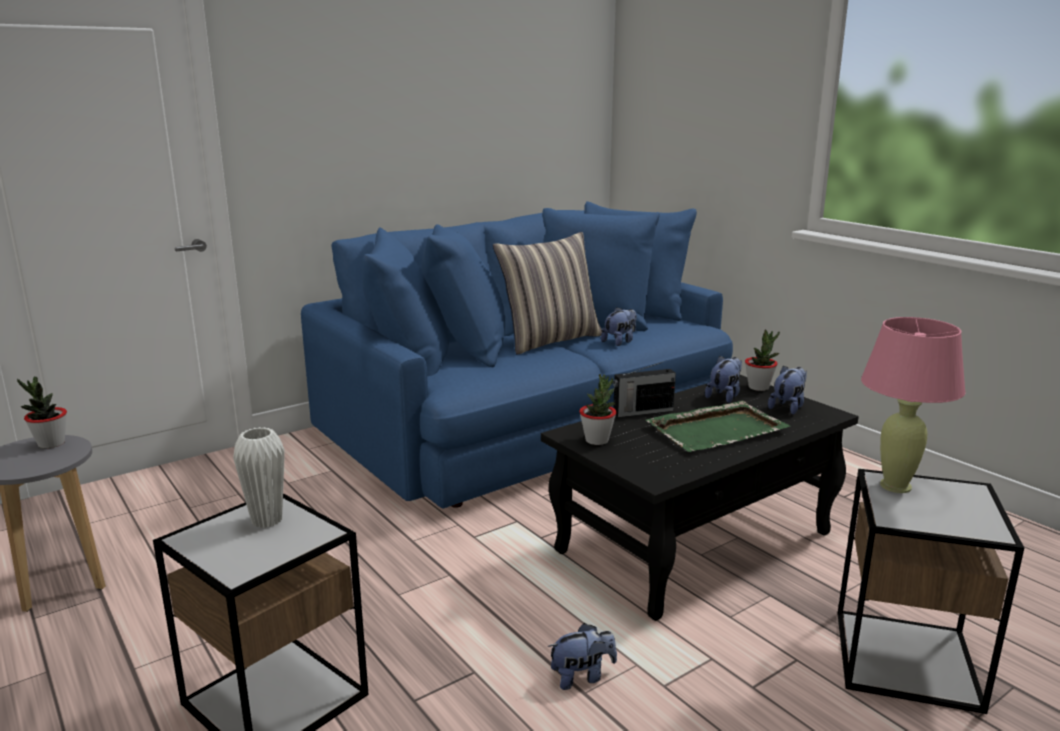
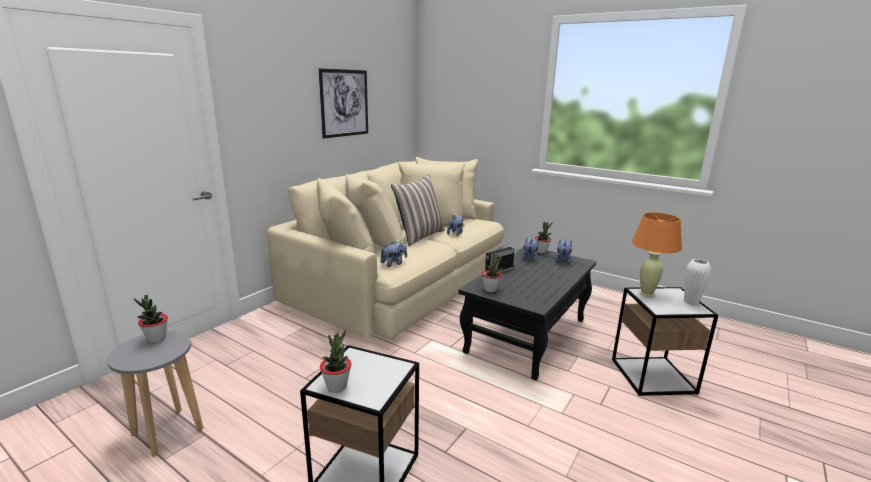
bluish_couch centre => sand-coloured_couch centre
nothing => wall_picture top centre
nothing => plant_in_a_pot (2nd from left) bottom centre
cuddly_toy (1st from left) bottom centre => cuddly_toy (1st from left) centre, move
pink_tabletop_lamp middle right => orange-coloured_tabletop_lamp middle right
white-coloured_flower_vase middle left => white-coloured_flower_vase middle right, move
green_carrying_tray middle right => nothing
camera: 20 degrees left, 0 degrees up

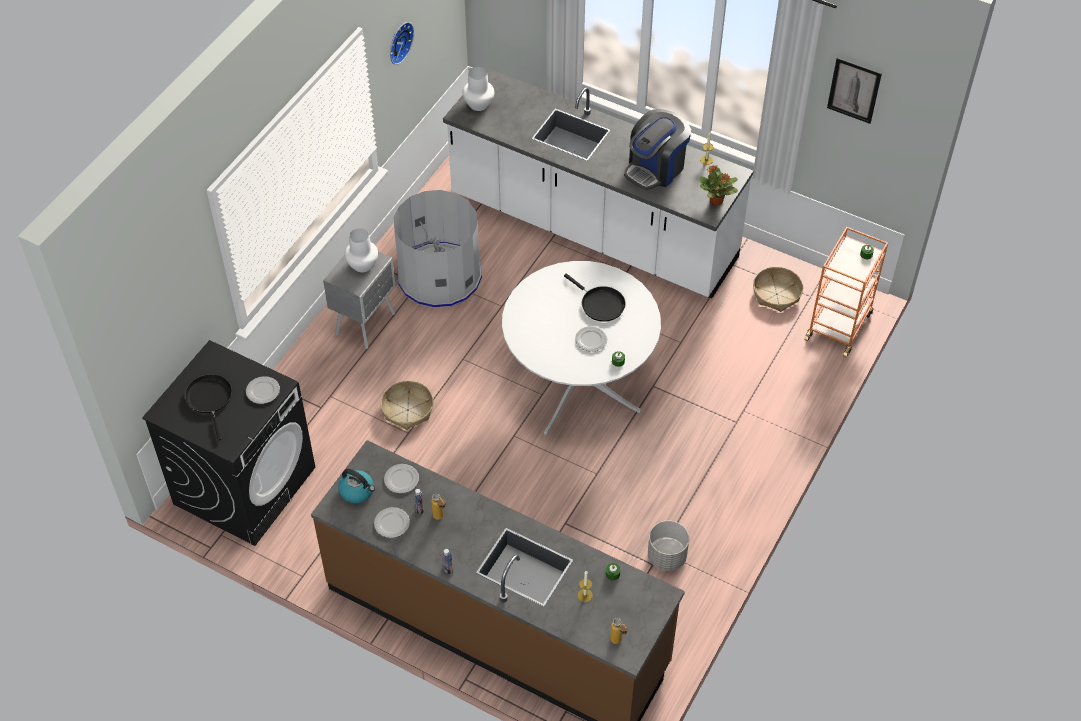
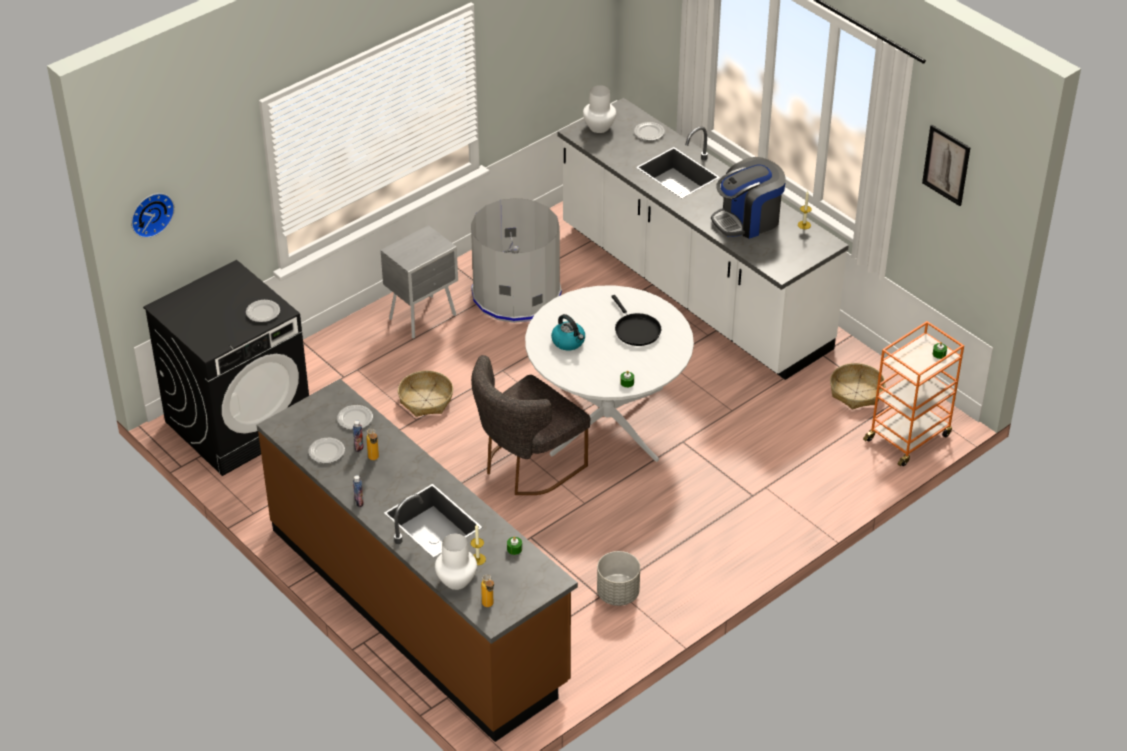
wall_clock top centre => wall_clock top left, move
white-coloured_flower_vase (1st from left) centre => white-coloured_flower_vase (1st from left) bottom centre, move
nothing => gray_chair centre
tea_kettle bottom left => tea_kettle centre, move
dinner_plate (4th from left) centre => dinner_plate (4th from left) top centre, move
blackish_pan (1st from left) middle left => nothing
plant_in_a_pot top centre => nothing
camera: 20 degrees right, 10 degrees down

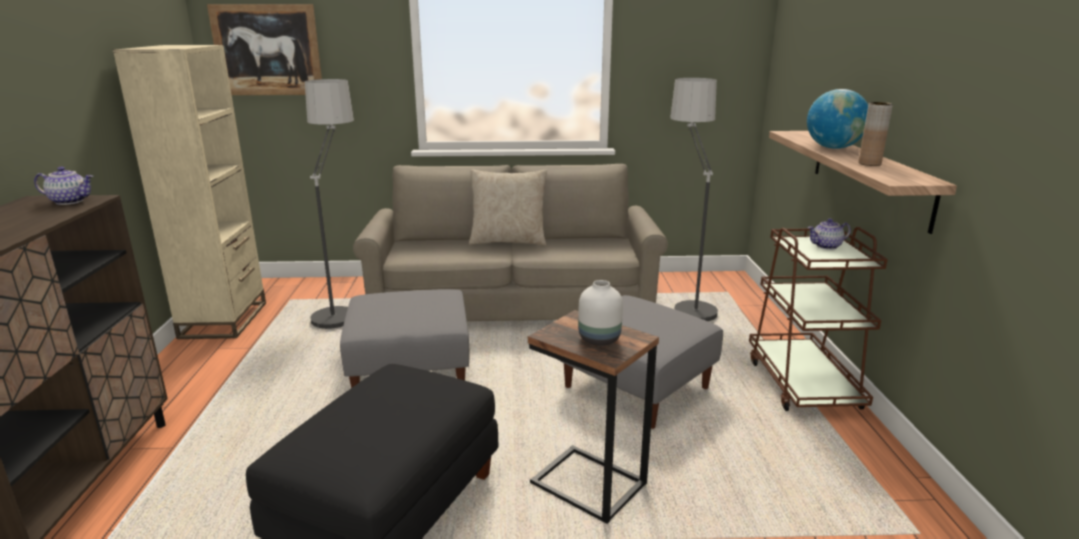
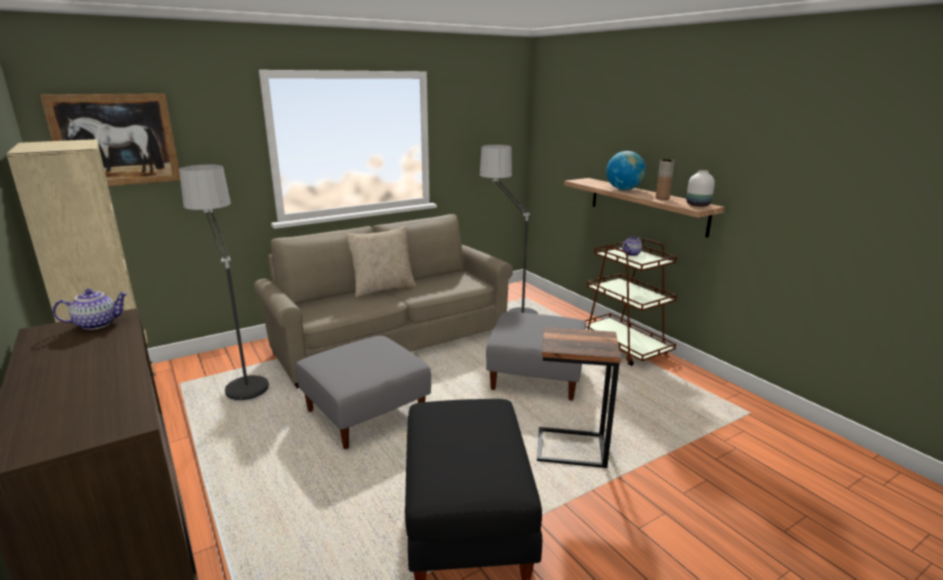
white-coloured_flower_vase centre => white-coloured_flower_vase top right, move
camera: 30 degrees left, 0 degrees up

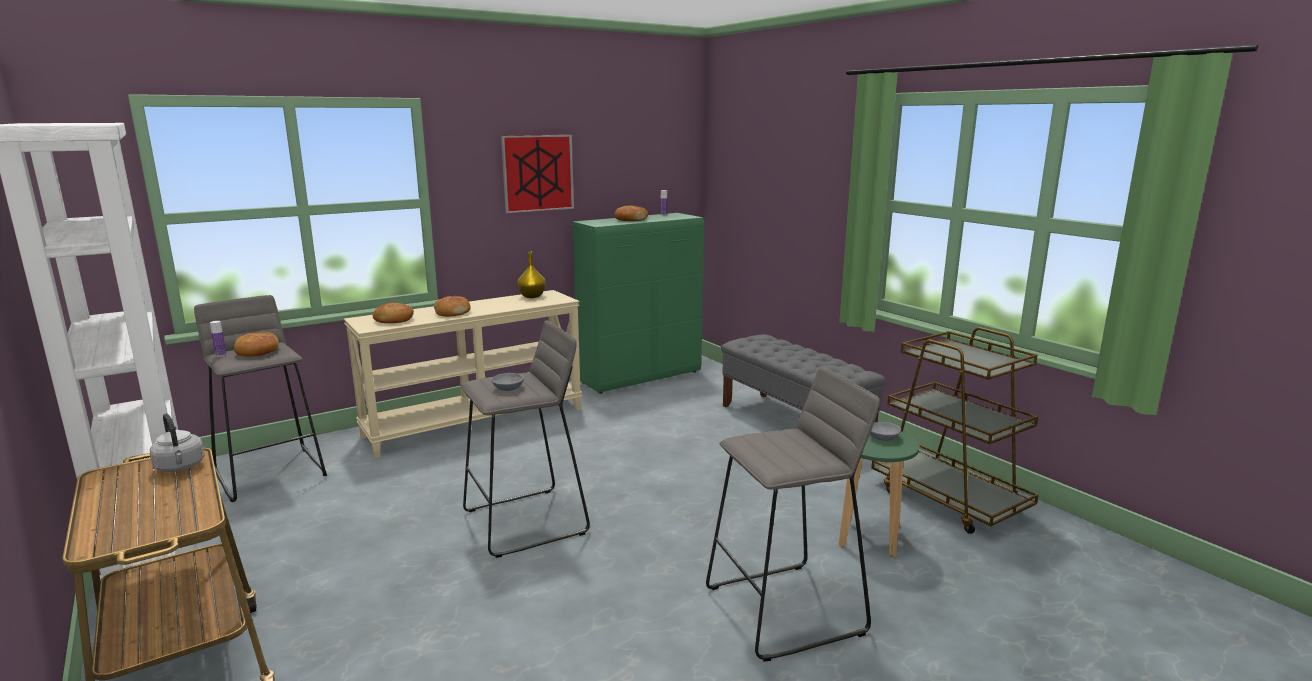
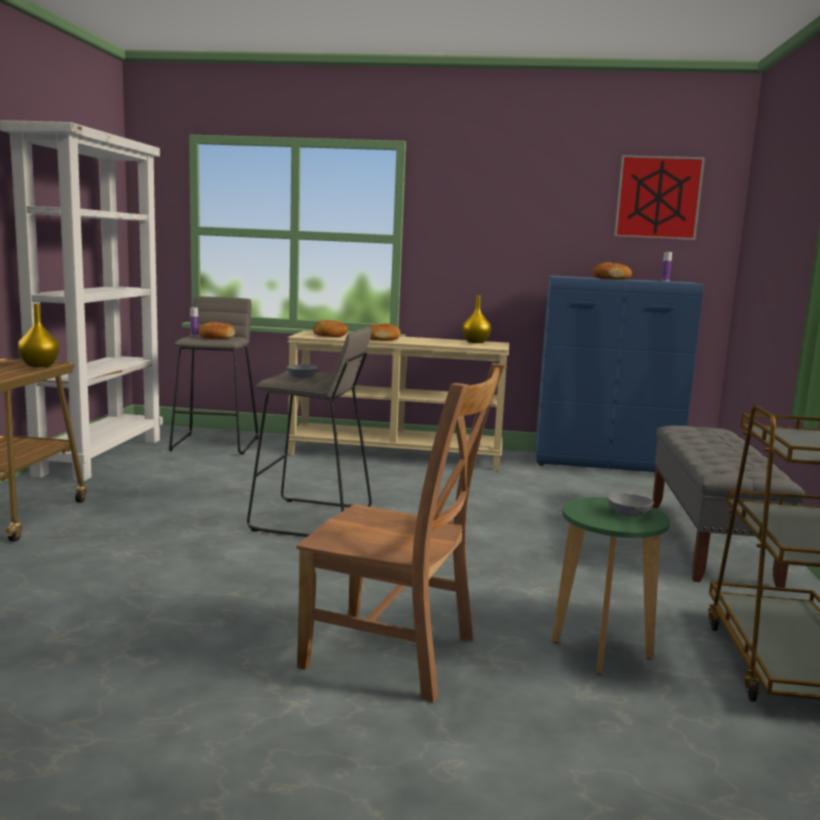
gray_tea_kettle middle left => yellow_flower_vase (1st from left) middle left
gray_sitting_stool (3rd from left) bottom centre => brown-coloured_chair centre
green_cabinet centre => bluish_cabinet middle right
wall_picture top centre => wall_picture top right, move
camera: 40 degrees right, 5 degrees down

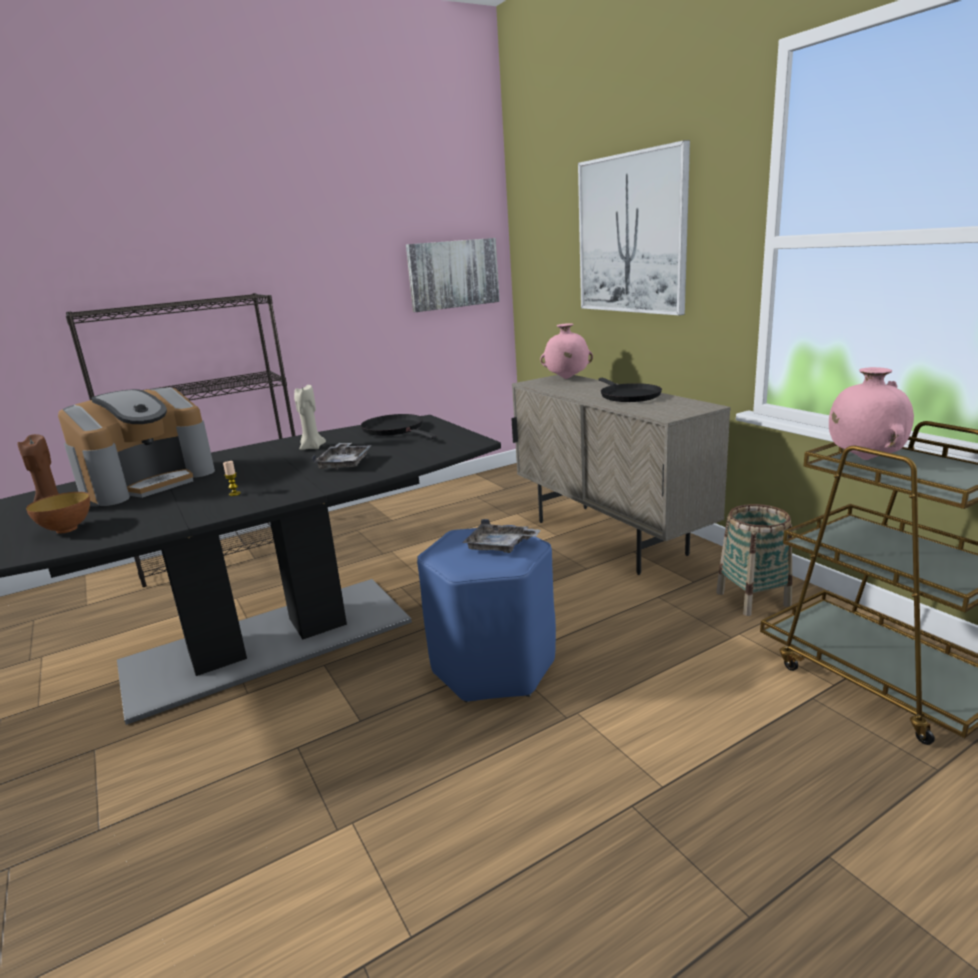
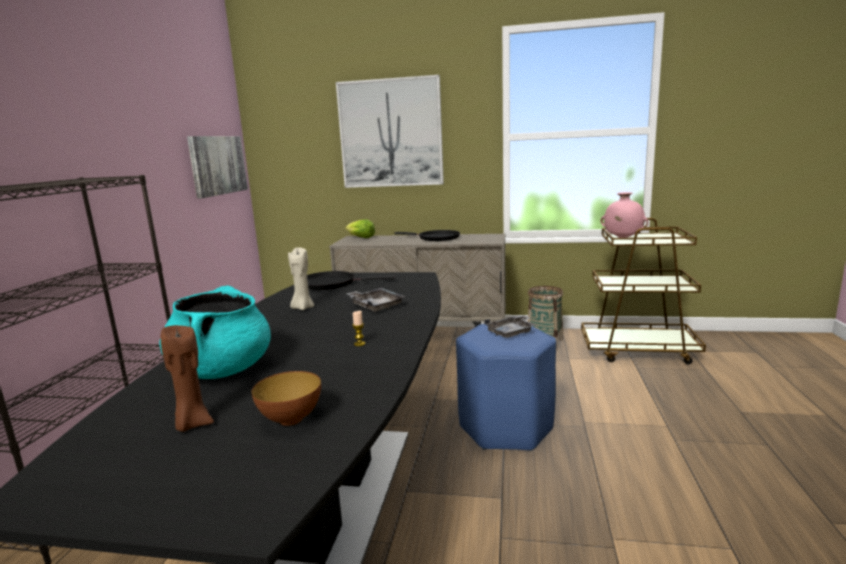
coffee_machine middle left => turquoise_cooking_pot middle left
pink_flower_vase (1st from left) centre => head_of_lettuce centre
camera: 50 degrees left, 5 degrees down

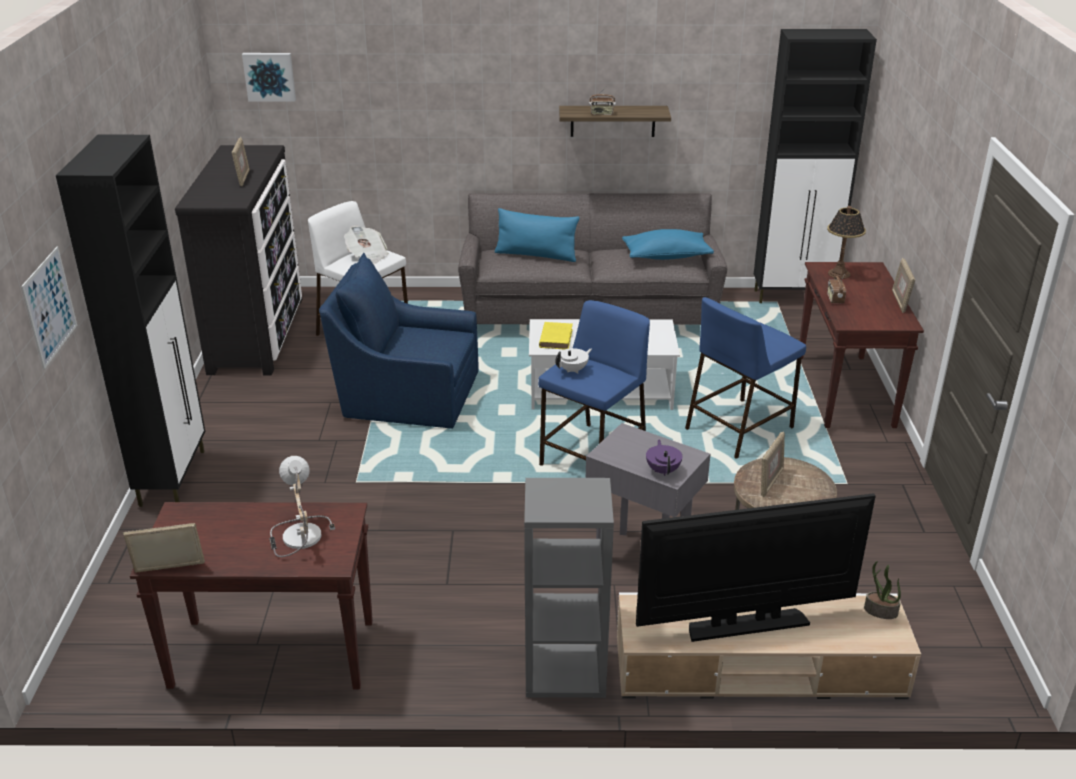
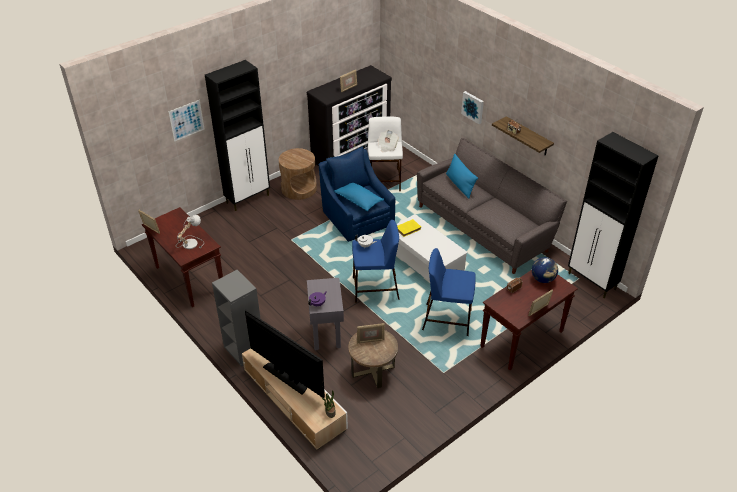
nothing => brown-coloured_side_table (1st from left) centre
bluish_throw_pillow (2nd from left in the first image) top centre => bluish_throw_pillow (1st from left) centre, move
wall_picture (2nd from left) top left => wall_picture (2nd from left) top centre, move
tabletop_lamp (2nd from left) top right => world_globe middle right
camera: 50 degrees right, 10 degrees up

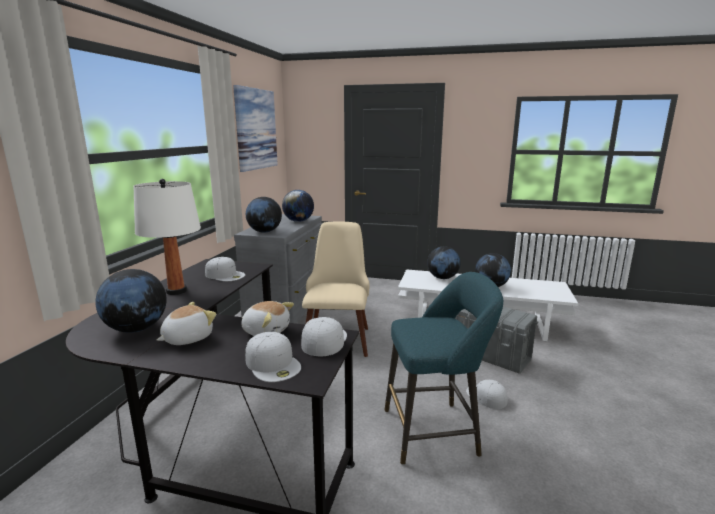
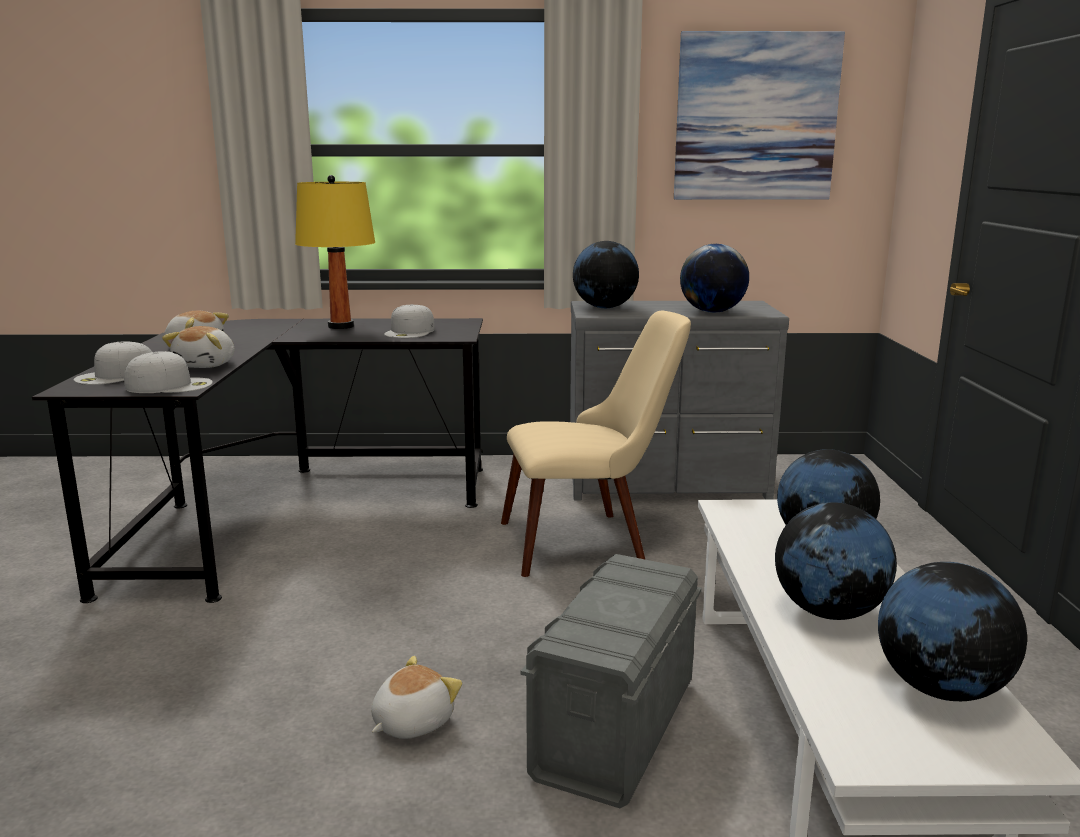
white-coloured_tabletop_lamp middle left => yellow_tabletop_lamp top left
white-coloured_baseball_cap (4th from left) bottom right => cuddly_toy (3rd from left) bottom centre
world_globe (1st from left in the first image) middle left => world_globe (5th from left) bottom right, move
turquoise_sitting_stool bottom centre => nothing
camera: 75 degrees right, 0 degrees up

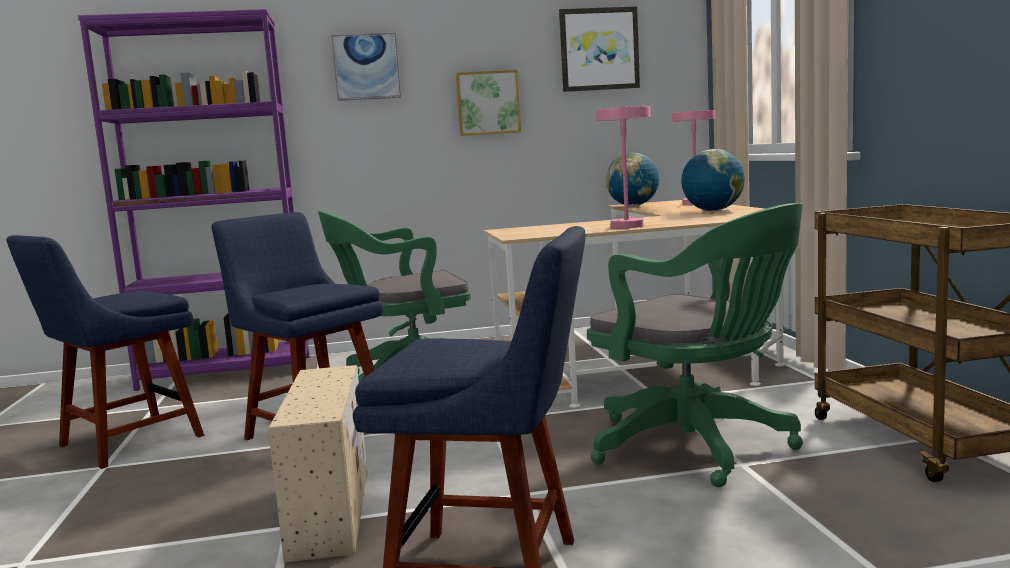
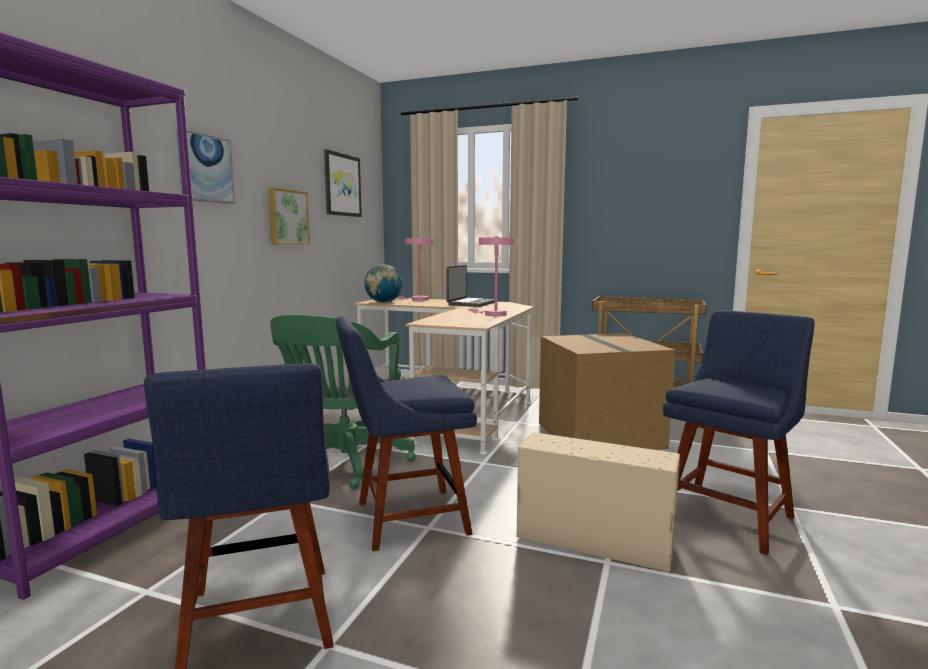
world_globe (2nd from left) top right => notebook_computer centre
green_desk_chair (2nd from left) middle right => packing_box centre
camera: 60 degrees left, 0 degrees up

